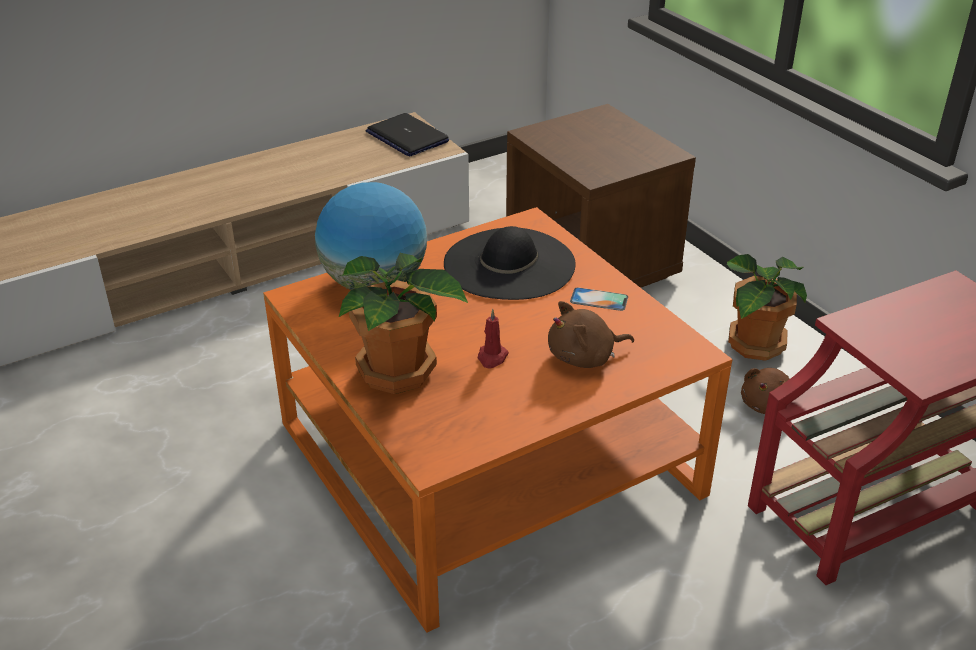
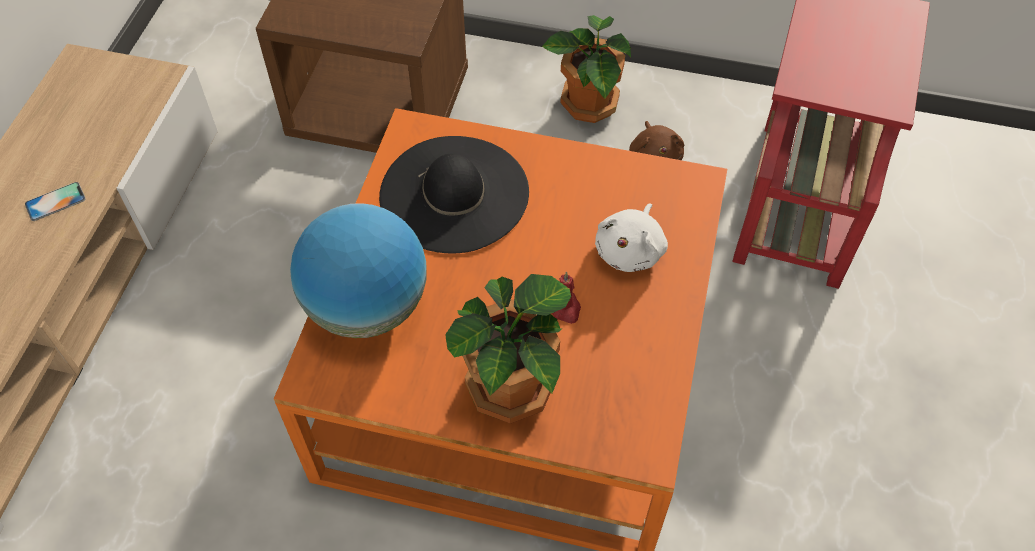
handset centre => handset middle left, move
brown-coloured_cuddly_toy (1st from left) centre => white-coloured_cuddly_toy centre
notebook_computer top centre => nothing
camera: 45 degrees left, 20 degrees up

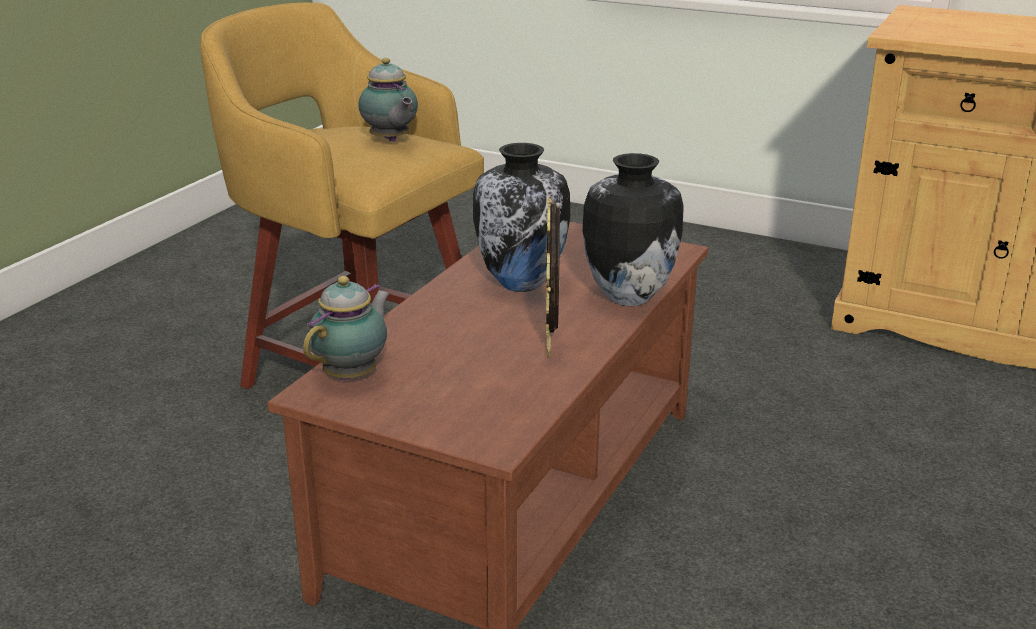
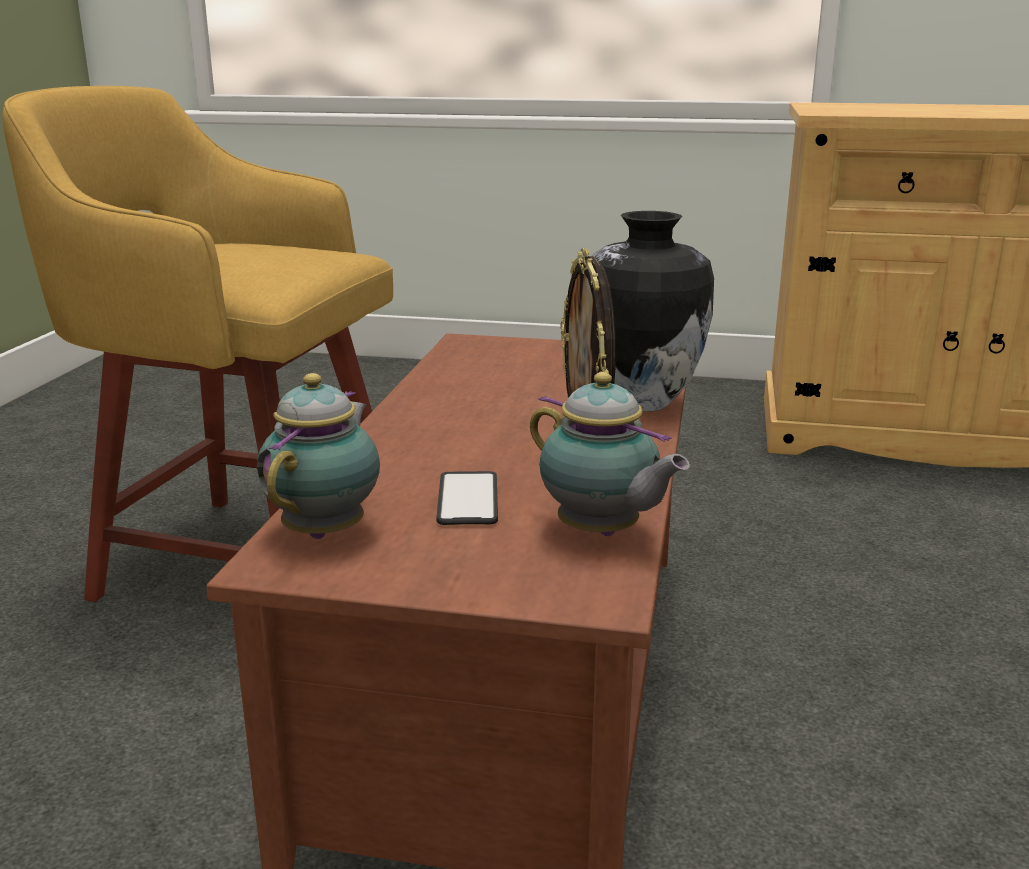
nothing => handset centre
teapot (2nd from left) top centre => teapot (2nd from left) centre, move
flower_vase (1st from left) centre => nothing
camera: 15 degrees left, 5 degrees down

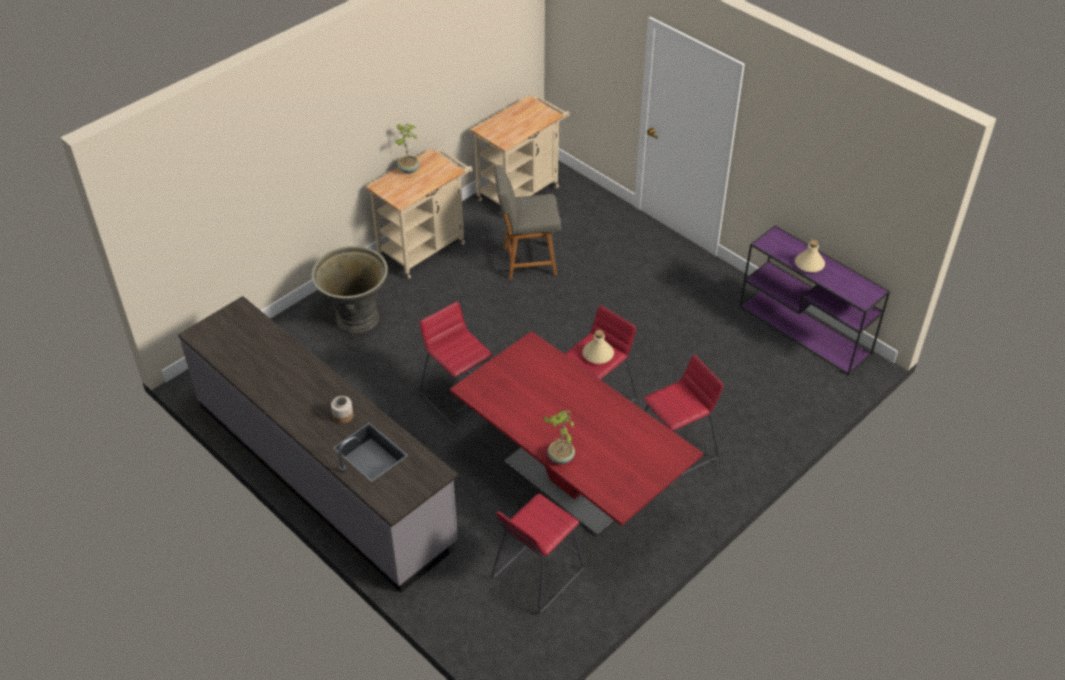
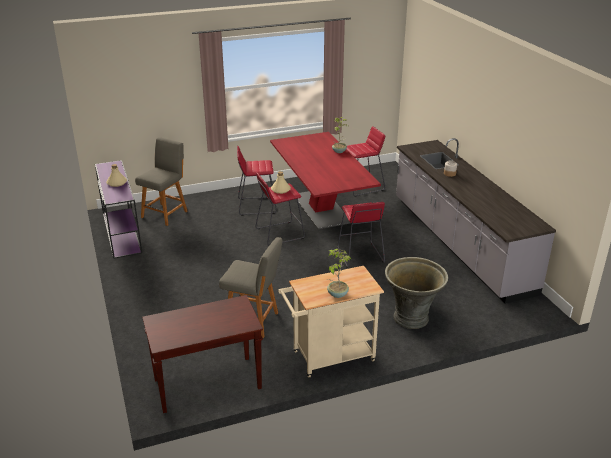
nothing => gray_chair (1st from left) middle left
sand-coloured_trolley (2nd from left) top centre => brown-coloured_narrow_table bottom left
camera: 155 degrees left, 15 degrees down

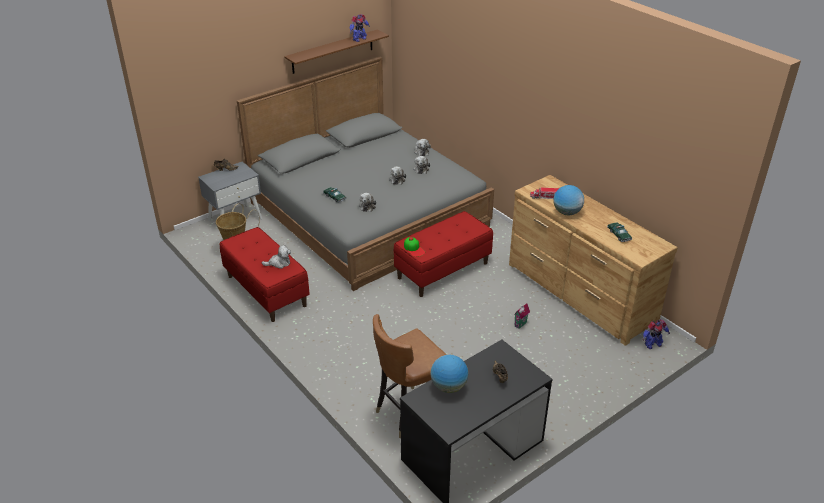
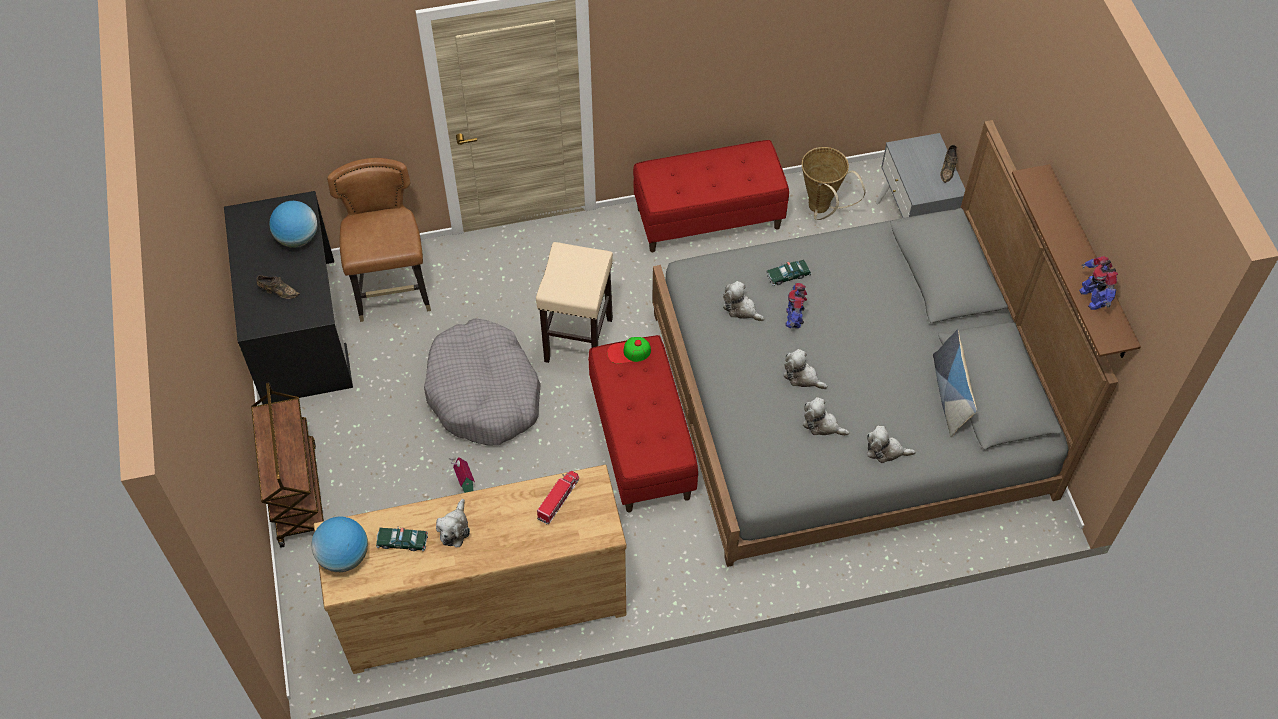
nothing => brown-coloured_trolley middle left
world_globe (2nd from left) middle right => world_globe (2nd from left) bottom left, move
nothing => gray_dog_bed centre
cuddly_toy (1st from left) centre => cuddly_toy (1st from left) bottom centre, move
nothing => sand-coloured_sitting_stool centre
model_robot (2nd from left in the first image) middle right => model_robot (1st from left) centre, move
nothing => throw_pillow middle right
camera: 115 degrees right, 20 degrees up

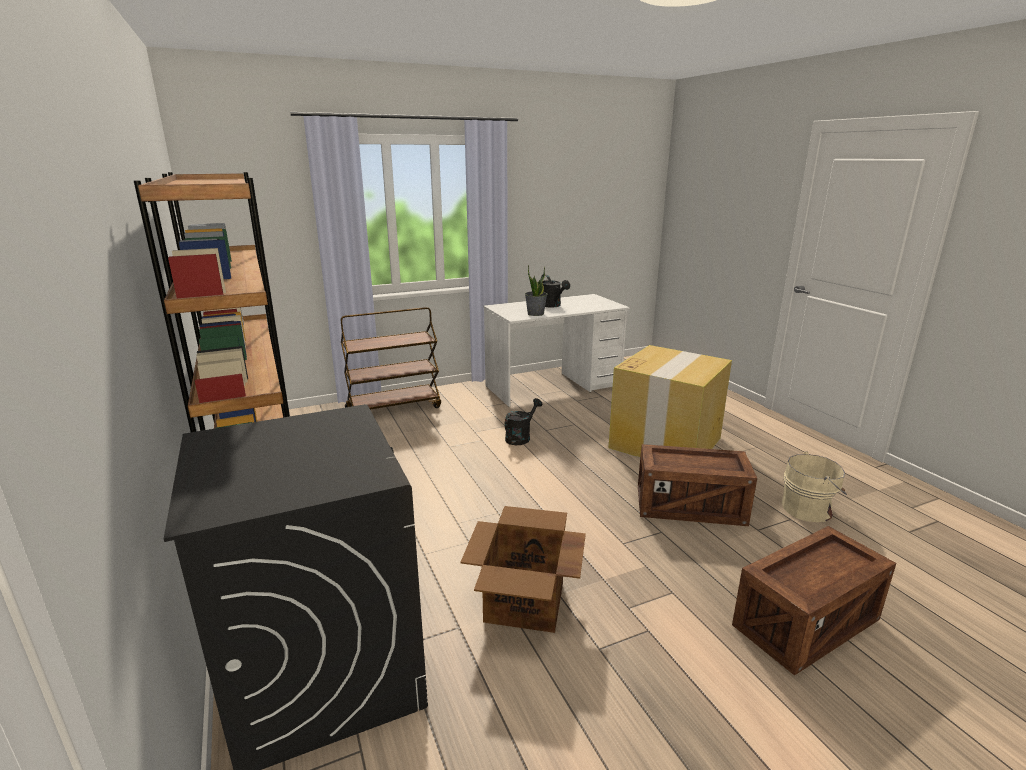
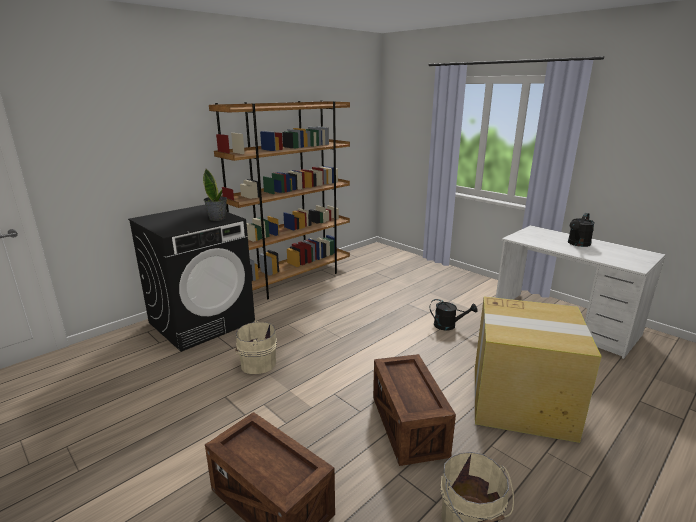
plant_in_a_pot centre => plant_in_a_pot middle left, move
packing_box (1st from left) bottom centre => sand-coloured_pail (1st from left) centre
brown-coloured_trolley centre => nothing
camera: 70 degrees right, 0 degrees up

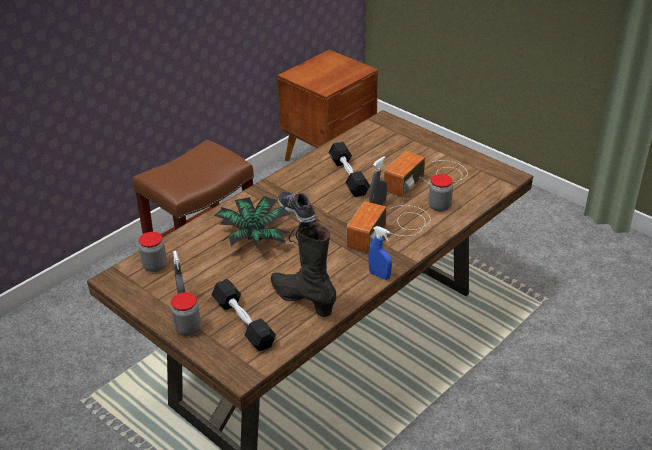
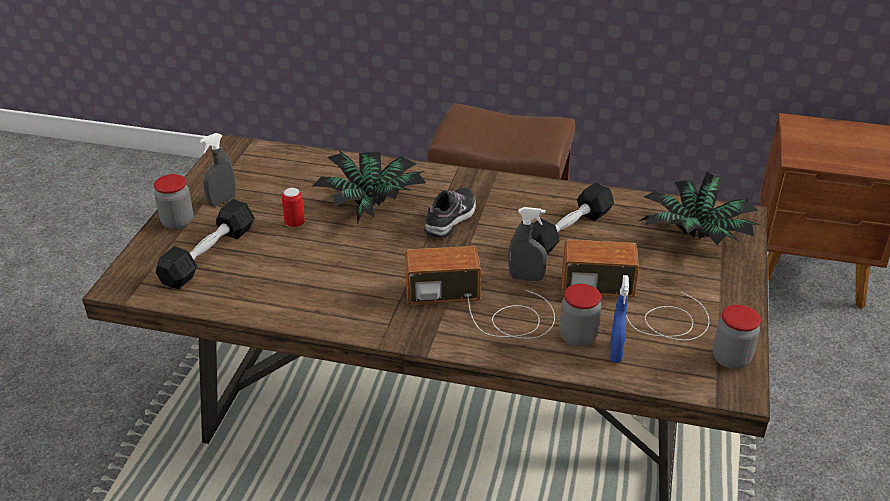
nothing => can middle left
bluish_spray_bottle centre => bluish_spray_bottle middle right, move
nothing => plant_in_a_pot (2nd from left) middle right
preserve_jar (1st from left in the first image) middle left => preserve_jar (3rd from left) bottom right, move
blackish_high-top_boot centre => nothing
camera: 60 degrees right, 0 degrees up

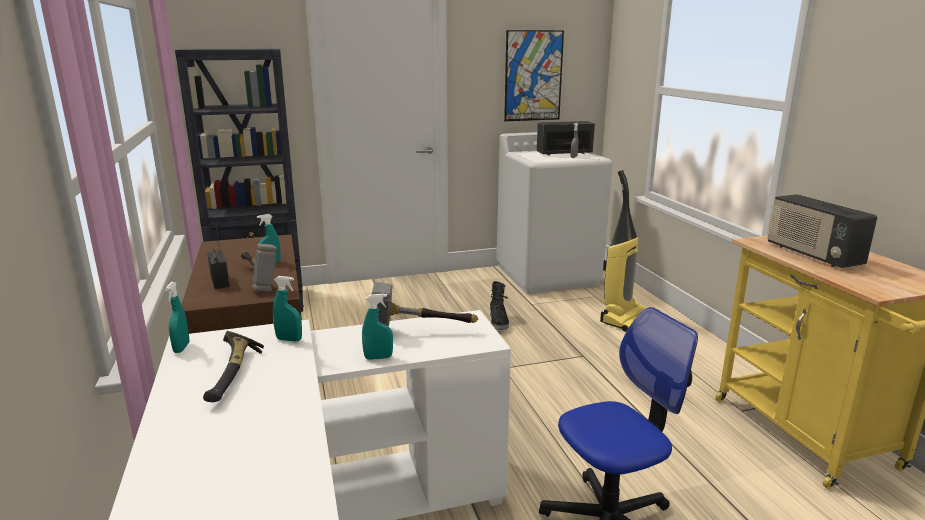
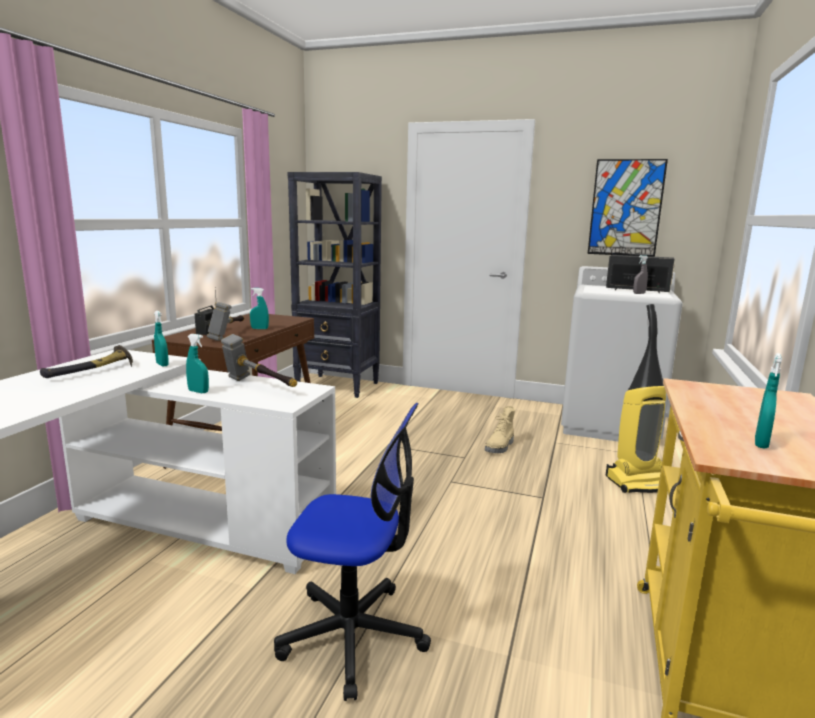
blackish_high-top_boot centre => sand-coloured_high-top_boot centre
turquoise_spray_bottle (1st from left in the first image) middle left => turquoise_spray_bottle (4th from left) middle right, move
radio_set (3rd from left) middle right => nothing
camera: 35 degrees right, 5 degrees down

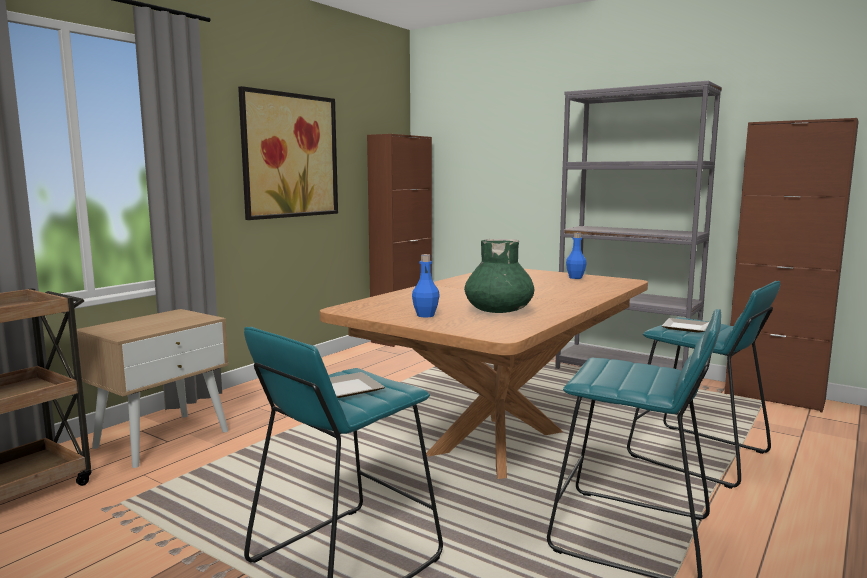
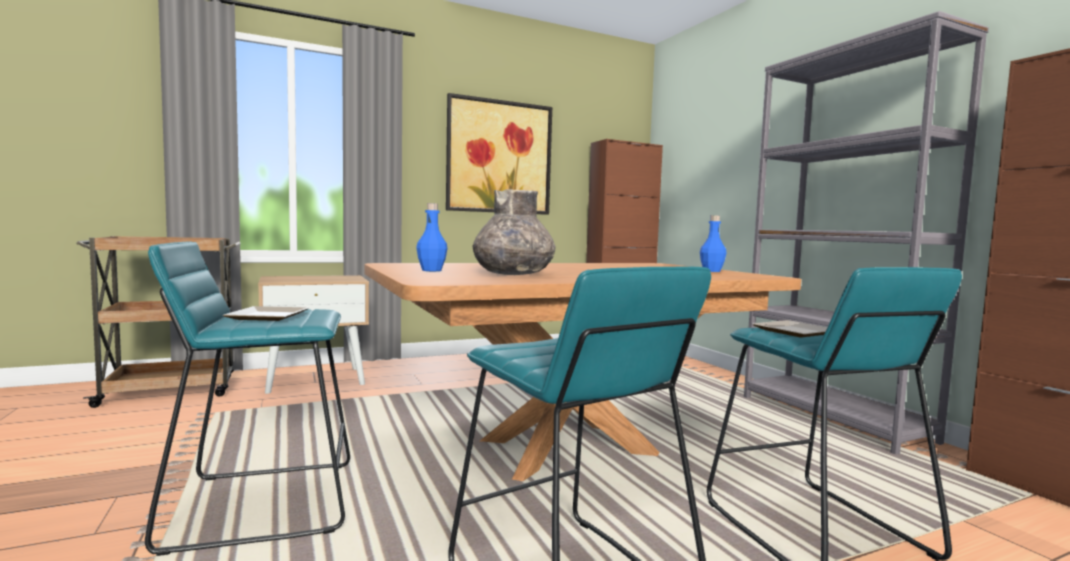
green_flower_vase centre => gray_flower_vase centre
camera: 30 degrees right, 5 degrees down

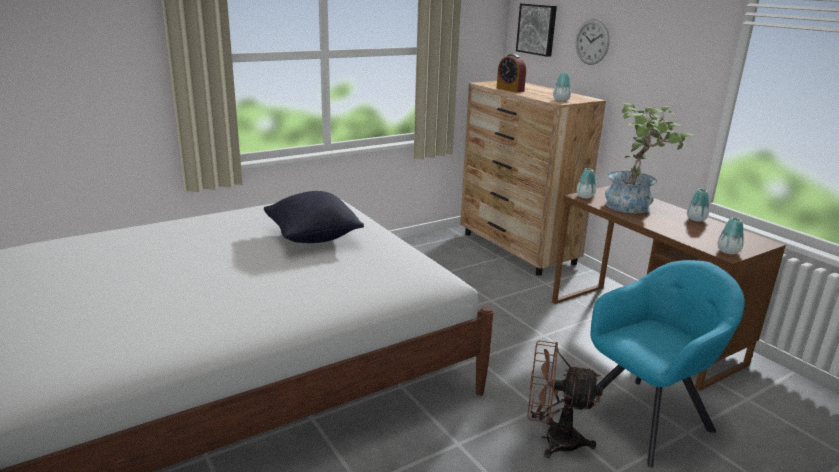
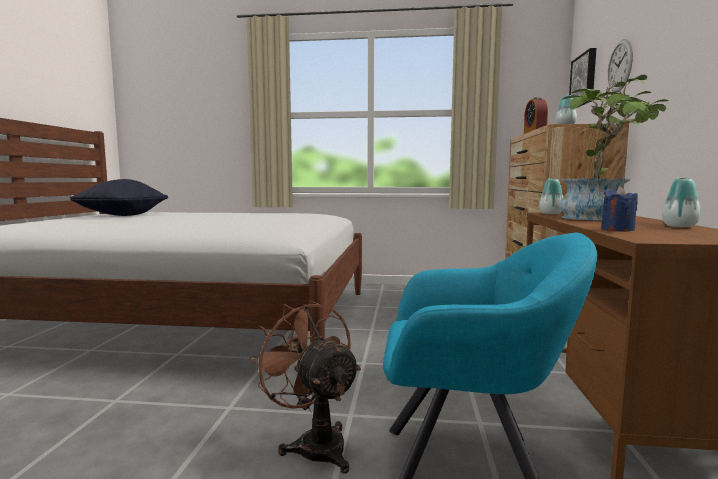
blackish_throw_pillow centre => blackish_throw_pillow middle left, move
nothing => bluish_wax_candle middle right
flower_vase (4th from left) middle right => nothing
camera: 40 degrees right, 15 degrees down

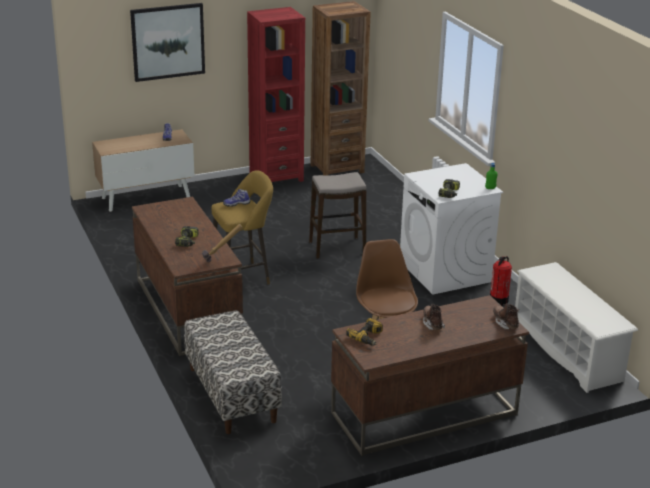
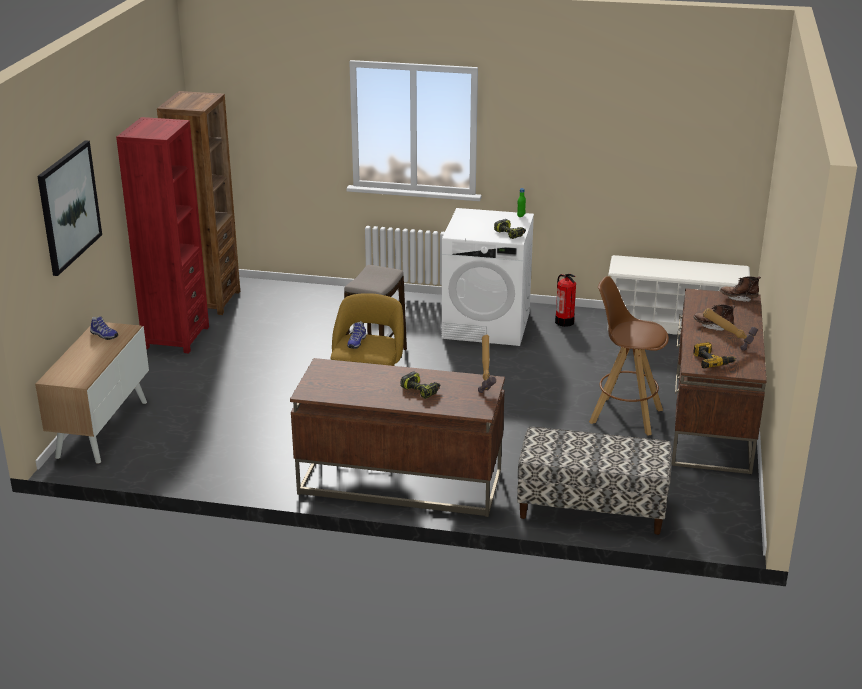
nothing => hand_hammer (2nd from left) middle right
camera: 55 degrees left, 0 degrees up

